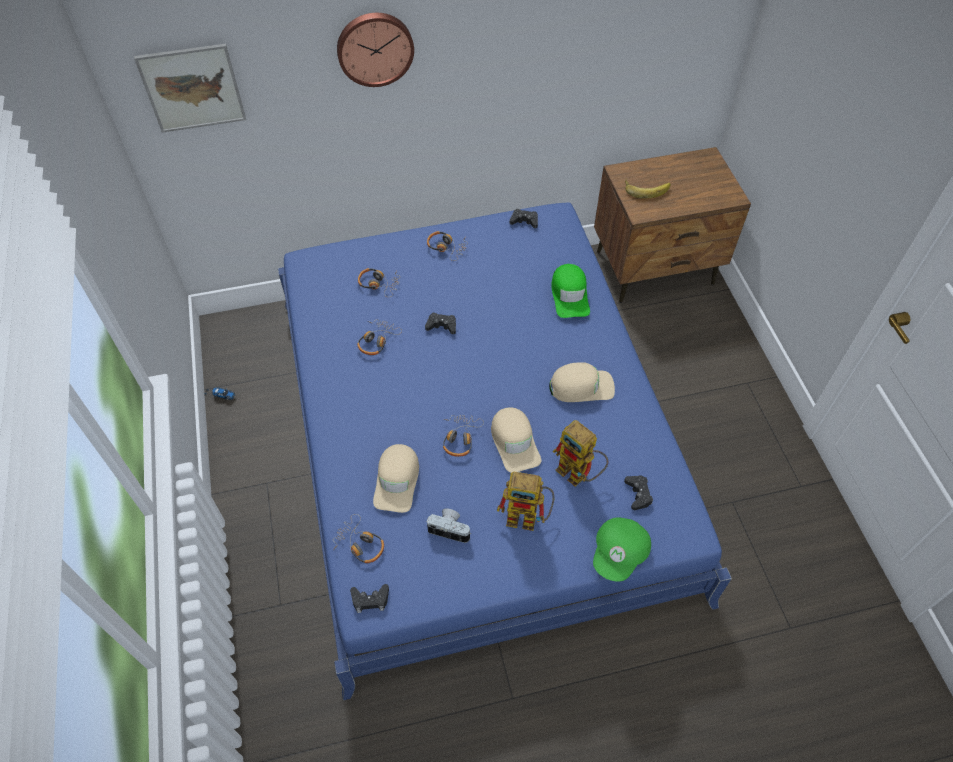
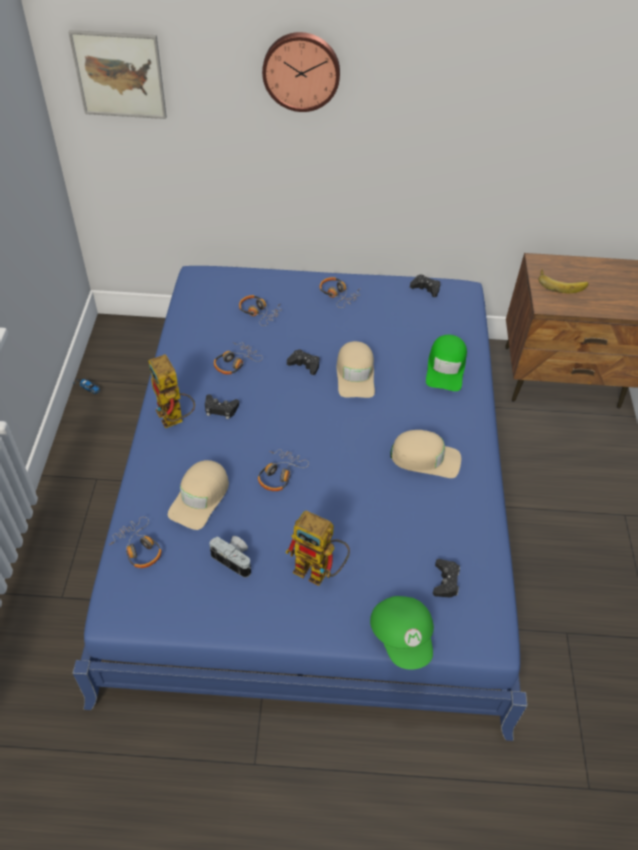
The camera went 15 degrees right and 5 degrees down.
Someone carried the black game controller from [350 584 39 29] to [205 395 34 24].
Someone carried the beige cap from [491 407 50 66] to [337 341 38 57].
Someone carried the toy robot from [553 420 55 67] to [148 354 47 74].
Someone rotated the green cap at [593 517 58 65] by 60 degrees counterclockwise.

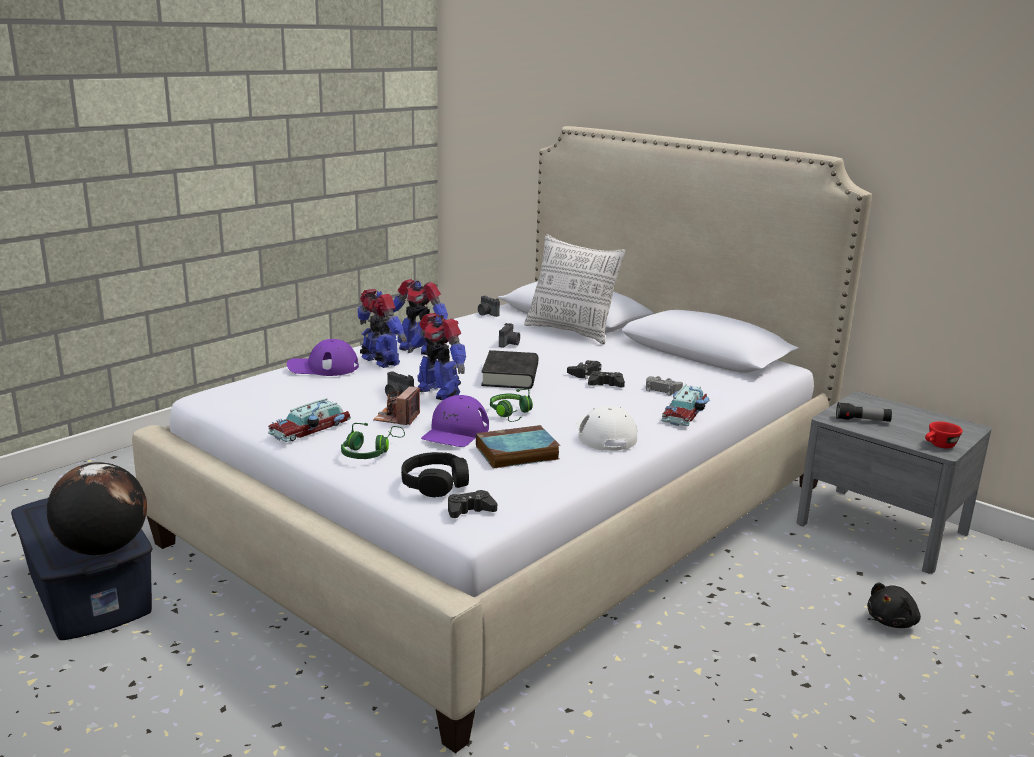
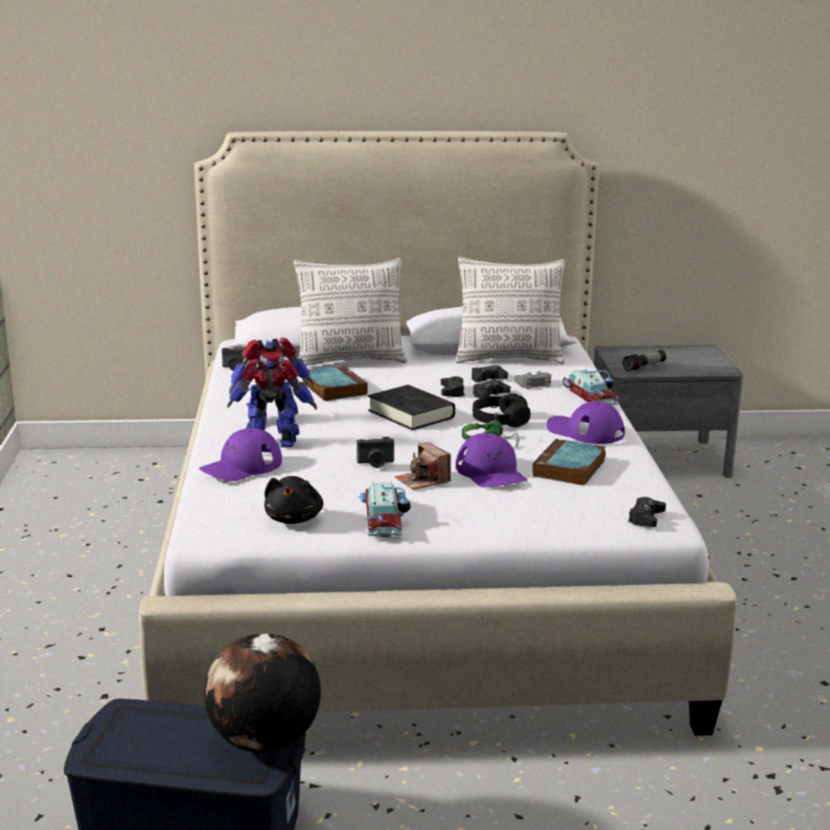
The camera went 45 degrees left and 0 degrees up.
Someone took away the green headphones at [341 423 64 36].
Someone carried the black headphones from [401 452 68 45] to [473 393 58 35].
Someone took away the toy robot at [408 313 58 87].
Someone swapped the photo camera at [499 323 21 25] for the book at [302 365 66 36].
Someone repainted the white cap at [576 406 61 45], which became the purple cap at [546 401 79 43].
Someone carried the black plush toy from [867 583 54 45] to [264 476 59 48].
Someone took away the red cup at [925 421 38 28].
Someone put down the pillow at [455 256 110 108].
Someone put down the black game controller at [472 365 36 17].

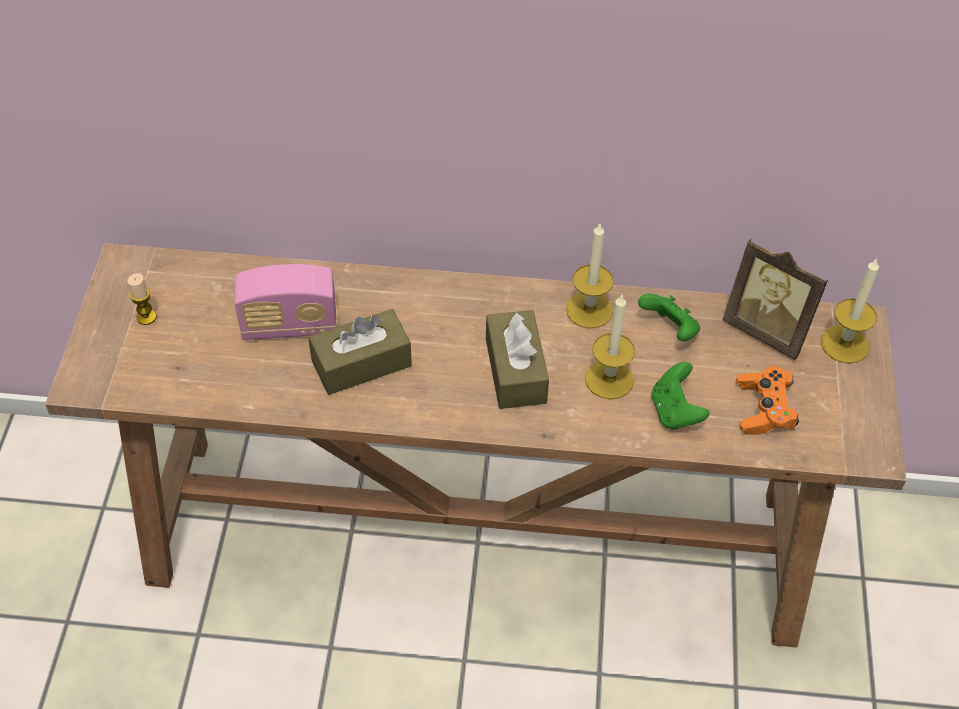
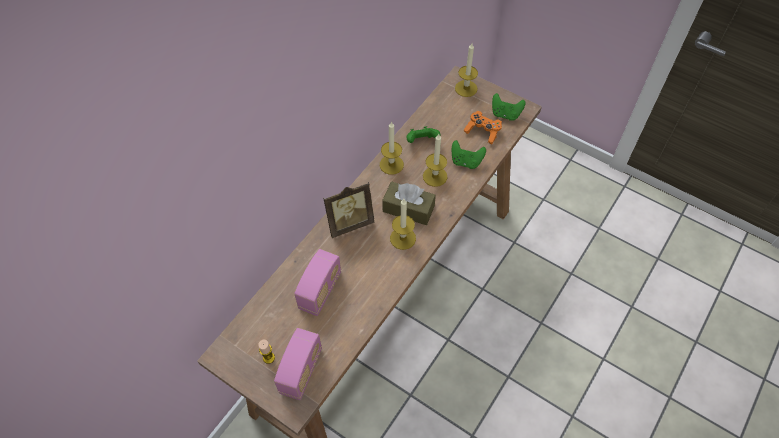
The camera went 60 degrees left and 5 degrees up.
Someone took away the brown tissue box at [308 309 104 86].
Someone carried the picture frame from [723 239 105 121] to [323 182 51 56].
Someone put down the radio at [274 328 48 72].
Someone put down the candle at [390 199 26 51].
Someone put down the green game controller at [492 93 34 28].

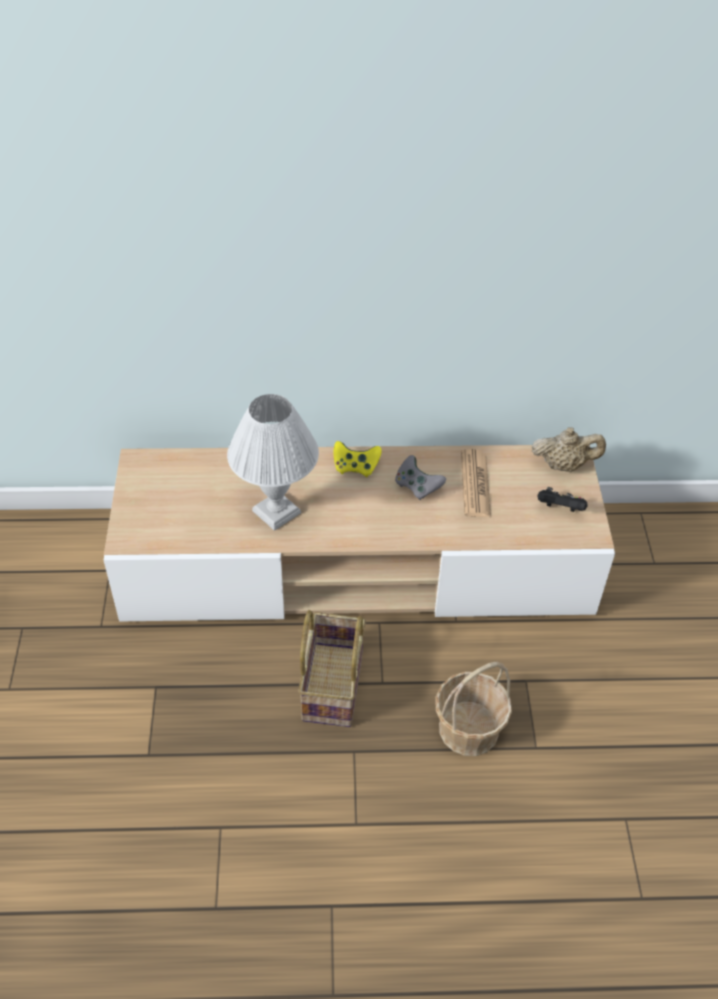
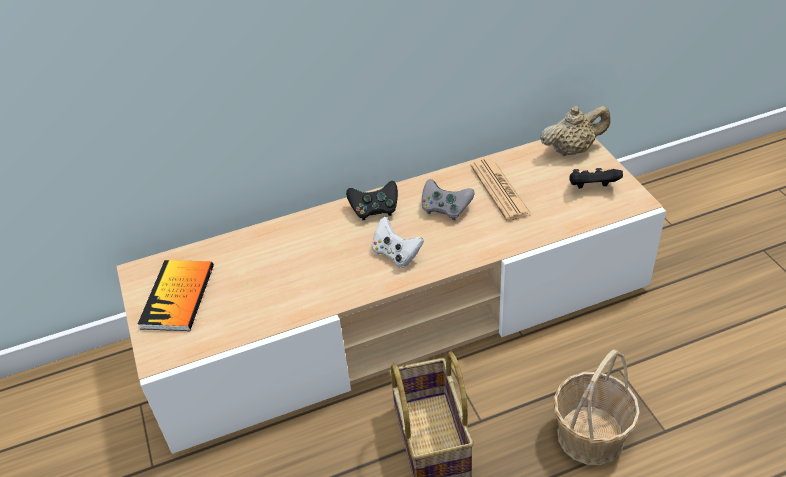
The camera went 15 degrees left and 5 degrees down.
Someone took away the white table lamp at [227 394 92 137].
Someone repainted the yellow game controller at [334 441 48 36], which became the black game controller at [346 181 52 39].
Someone put down the book at [138 260 76 71].
Someone put down the white game controller at [372 217 52 51].

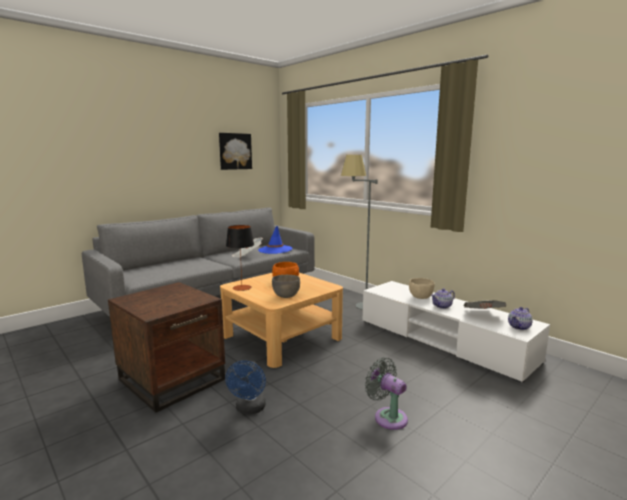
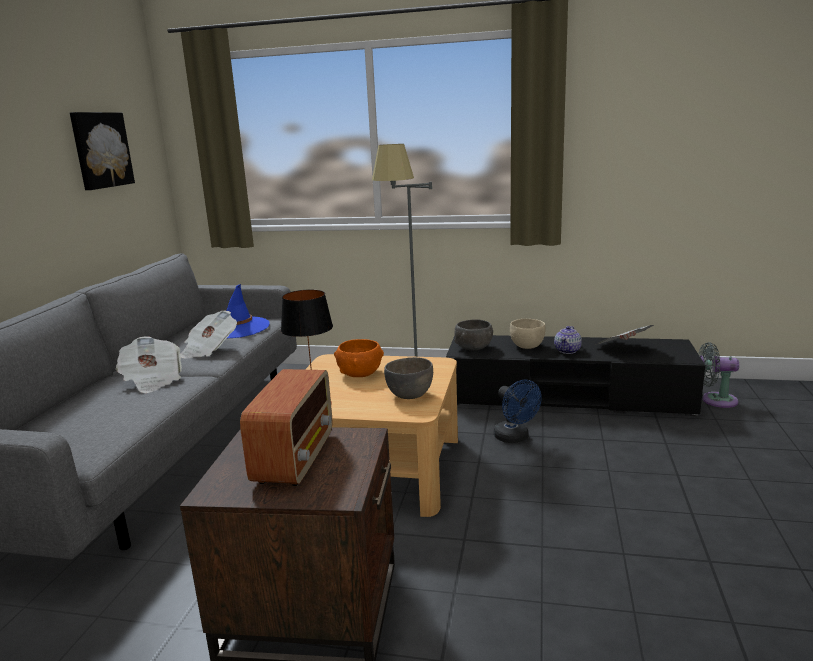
The camera went 35 degrees left and 5 degrees up.
Someone carried the blue fan from [225 360 41 54] to [494 380 48 63].
Someone repainted the white tv stand at [363 281 187 102], which became the black tv stand at [446 335 259 81].
Someone carried the grey fan from [365 357 43 73] to [699 342 40 66].
Someone took away the teapot at [508 307 25 23].
Someone put down the newspaper at [116 336 66 57].
Someone put down the radio at [240 369 92 117].
Someone put down the grey bowl at [454 319 39 31].

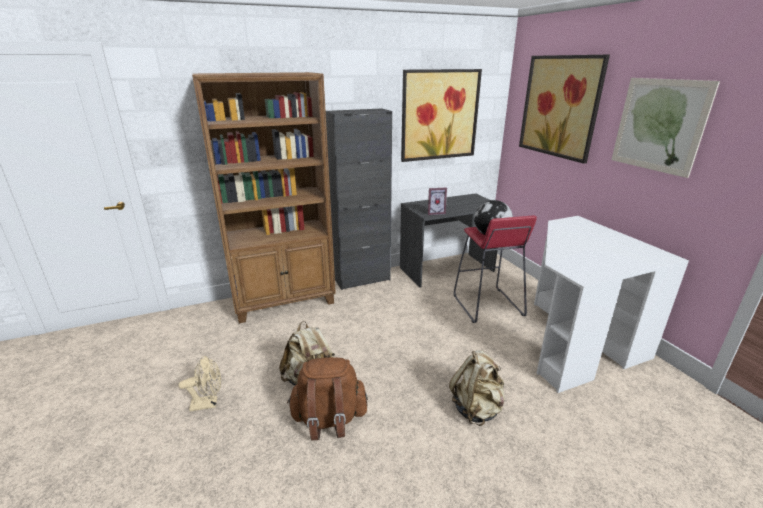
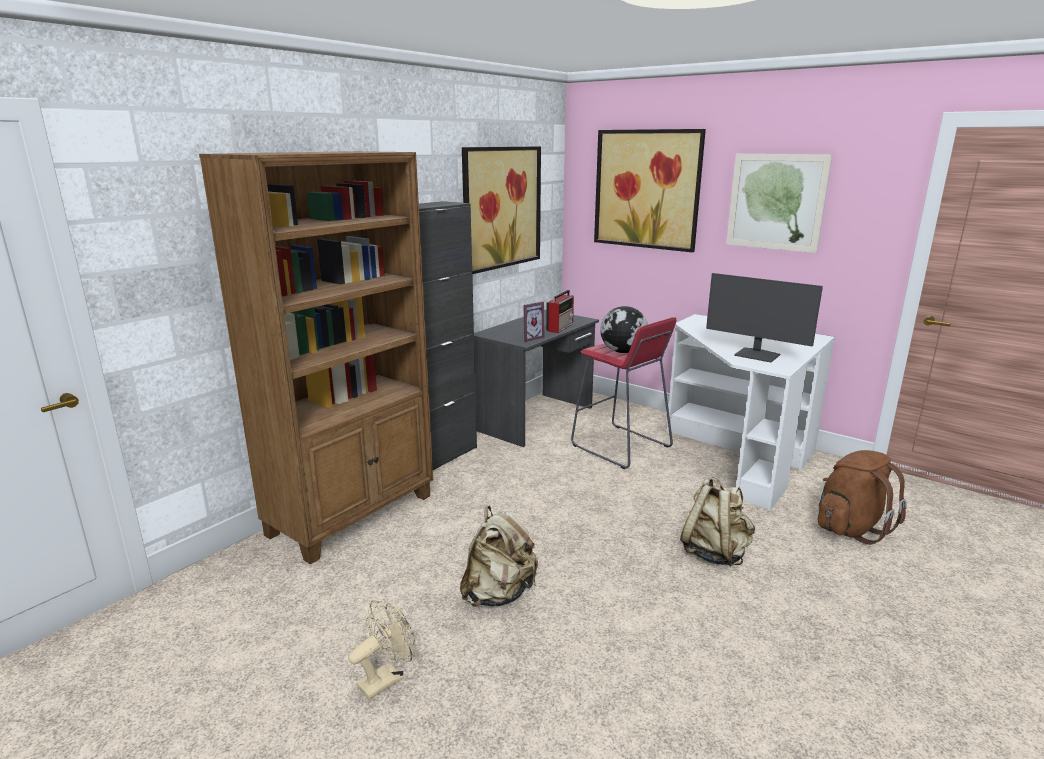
The camera went 30 degrees left and 5 degrees down.
Someone carried the brown backpack from [287 357 81 84] to [818 450 89 95].
Someone put down the radio at [546 290 28 43].
Someone put down the monitor at [706 273 117 89].

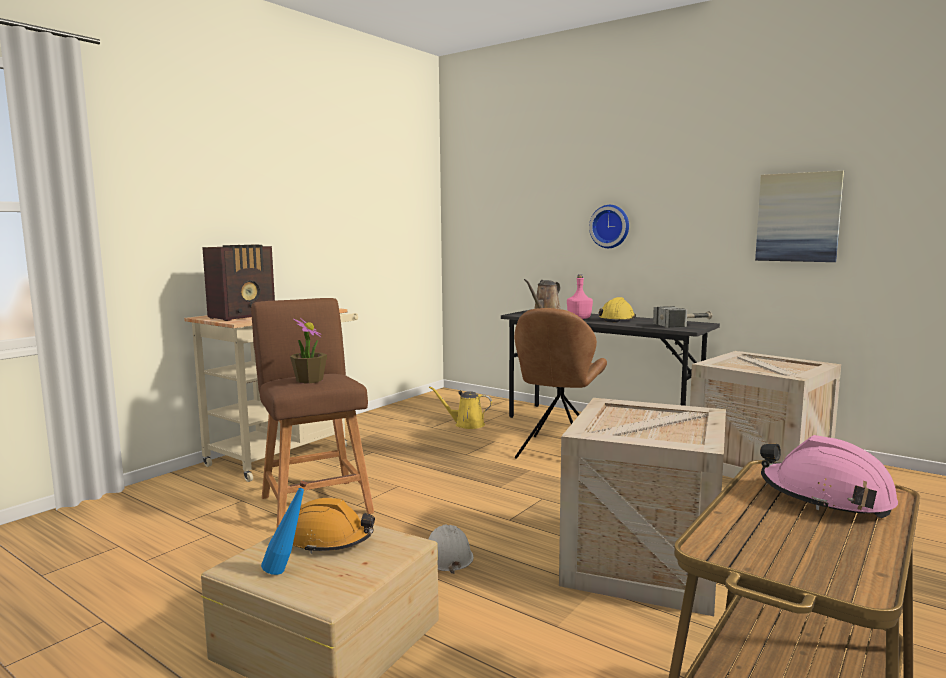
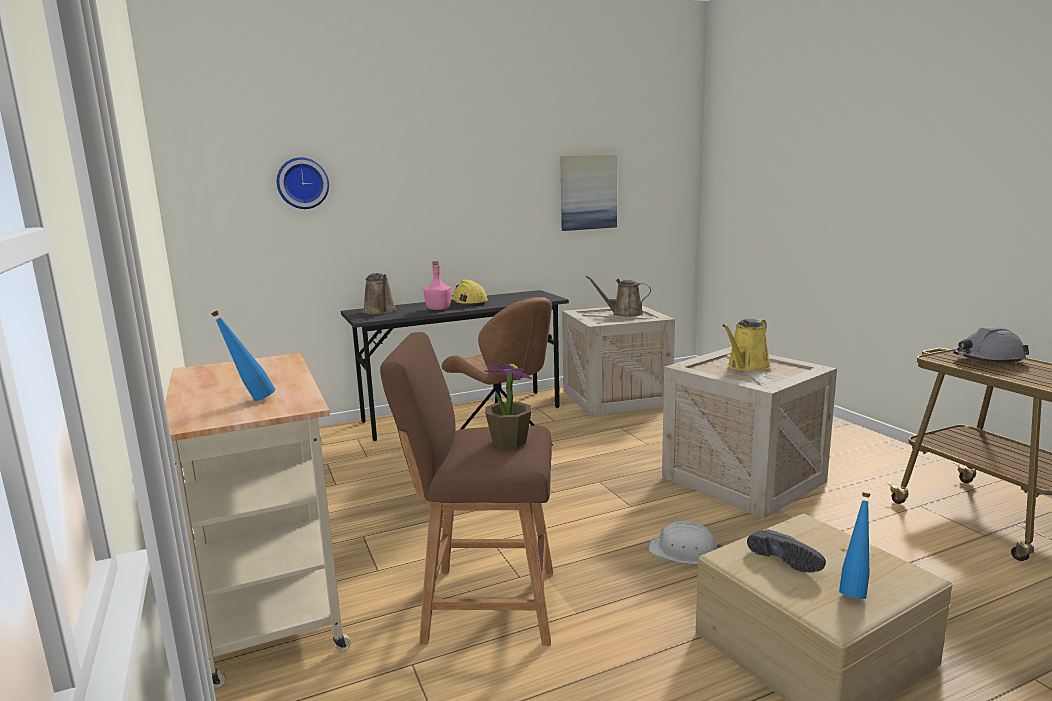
The camera went 60 degrees left and 5 degrees up.
Someone swapped the radio at [202 245 73 76] for the blue bottle at [211 310 65 91].
Someone swapped the orange hard hat at [293 498 82 56] for the black shoe at [747 529 79 44].
Someone carried the yellow watering can from [429 386 63 43] to [722 319 49 52].
Someone carried the wall clock from [589 205 40 43] to [277 157 52 52].
Someone took away the hammer at [653 306 60 22].
Someone repainted the pink hard hat at [760 435 138 83], which became the grey hard hat at [953 326 76 38].
Someone put down the brown watering can at [585 276 66 41].

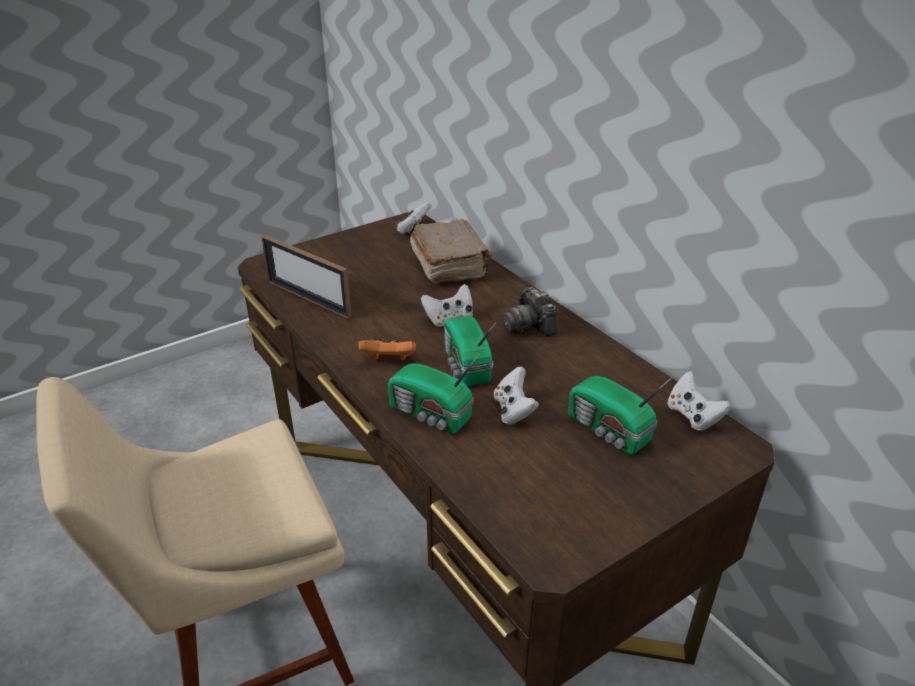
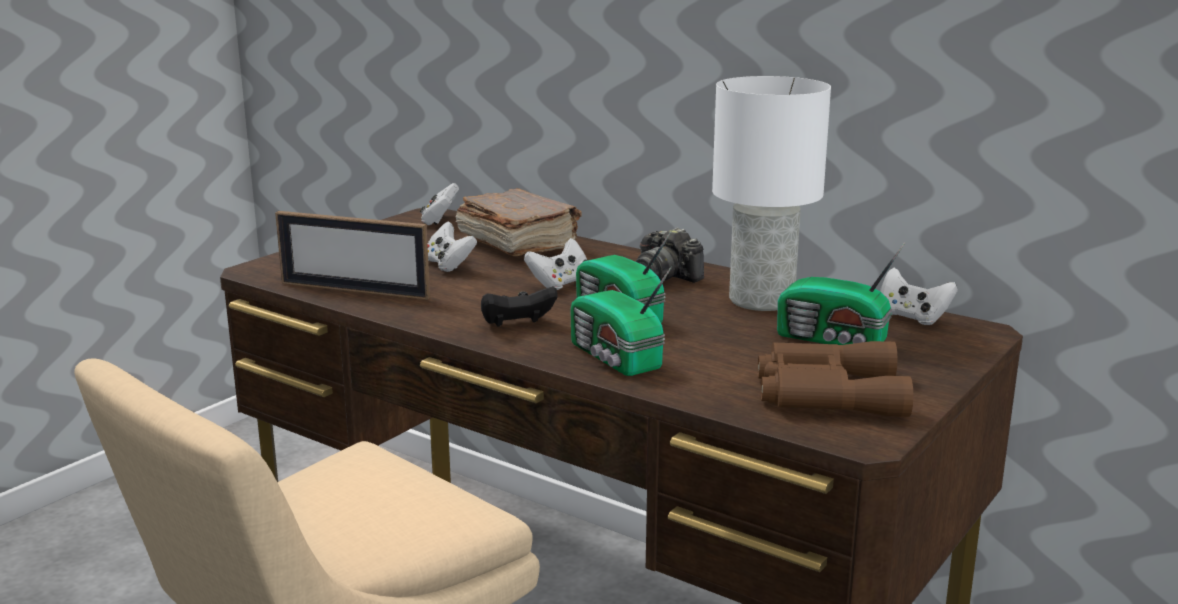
The camera went 20 degrees left and 15 degrees down.
Someone repainted the orange game controller at [358 338 58 22], which became the black game controller at [481 286 77 41].
Someone rotated the radio at [388 354 92 79] by 45 degrees clockwise.
Someone carried the white game controller from [494 366 45 59] to [428 222 49 50].
Someone put down the white table lamp at [712 76 119 235].
Someone put down the brown binoculars at [758 341 155 76].

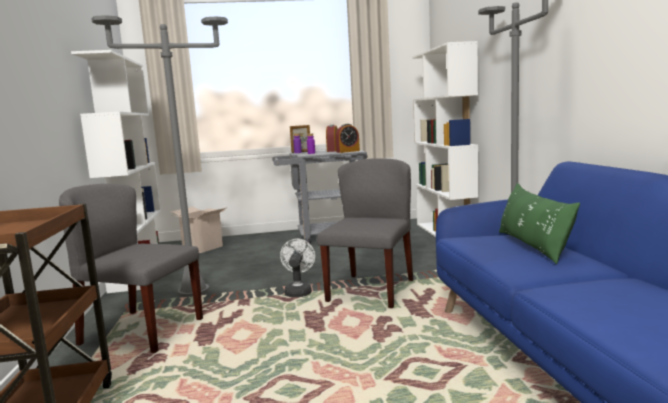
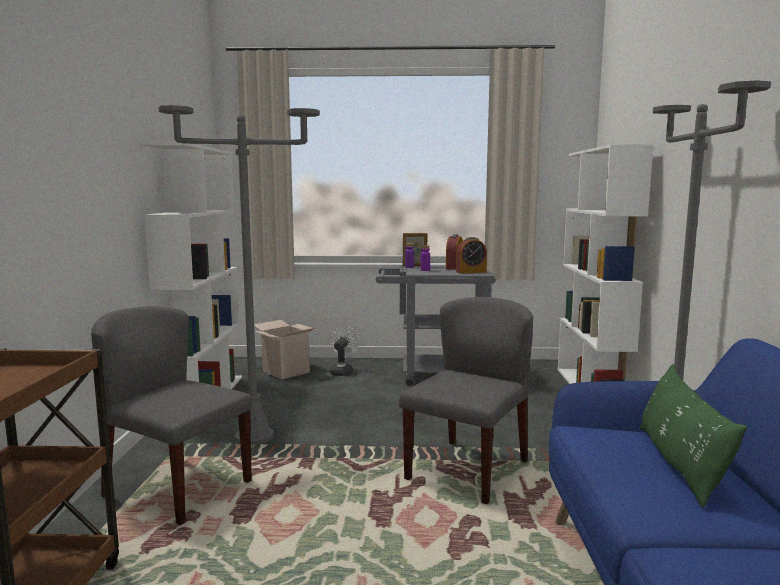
The camera went 10 degrees right and 0 degrees up.
Someone carried the white fan from [280 239 35 58] to [330 326 30 50].

